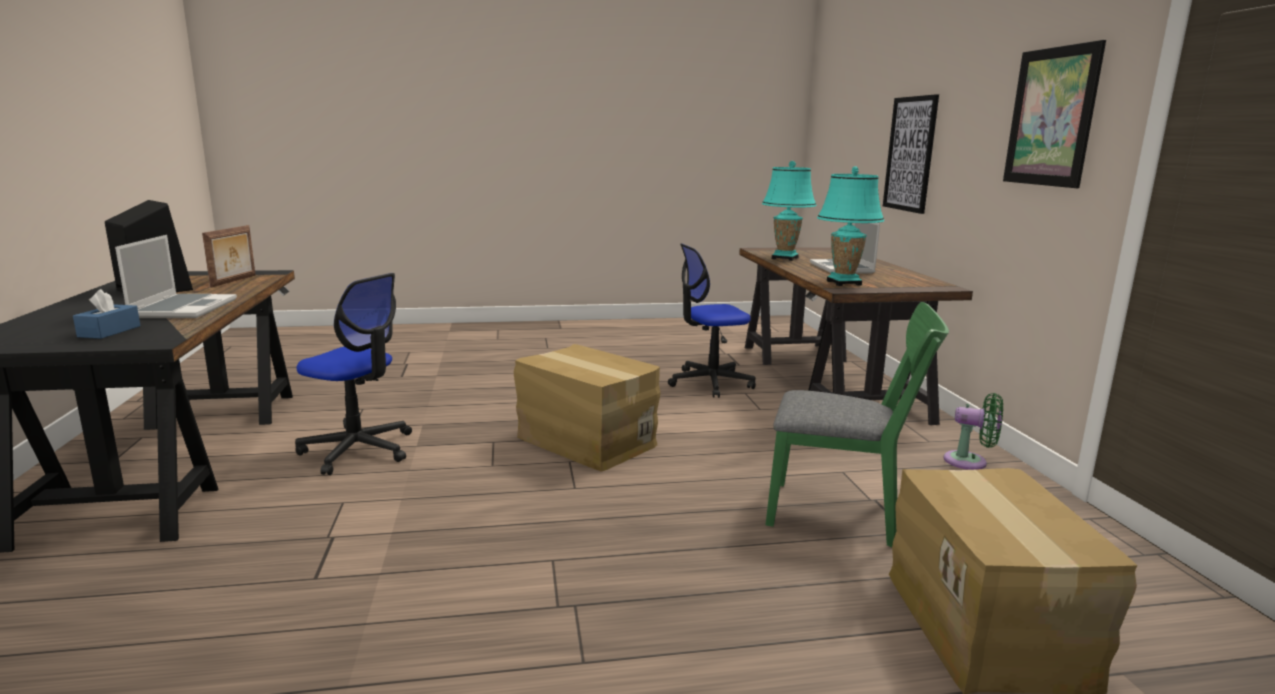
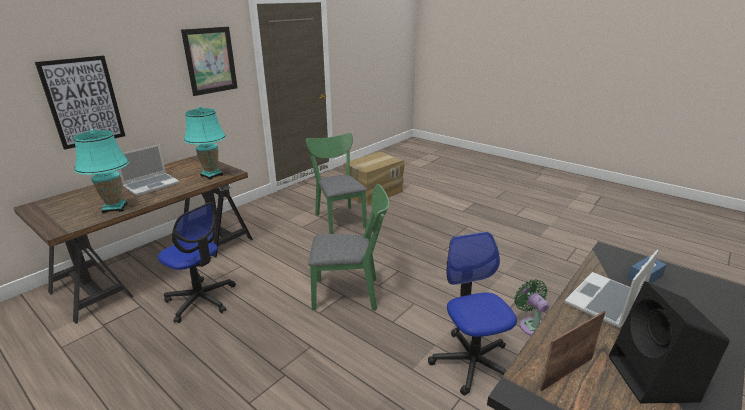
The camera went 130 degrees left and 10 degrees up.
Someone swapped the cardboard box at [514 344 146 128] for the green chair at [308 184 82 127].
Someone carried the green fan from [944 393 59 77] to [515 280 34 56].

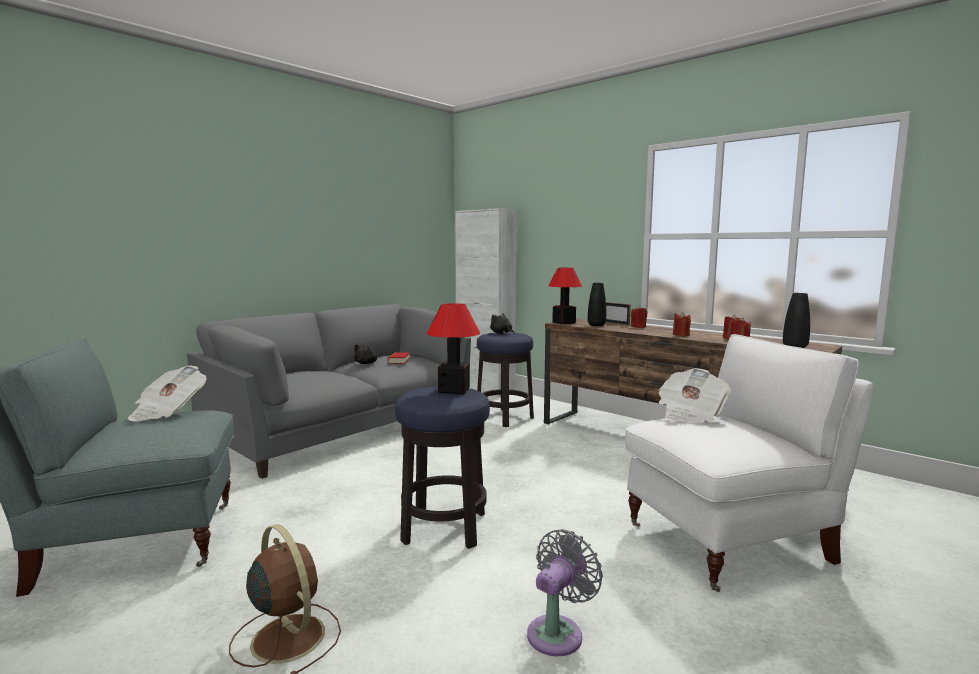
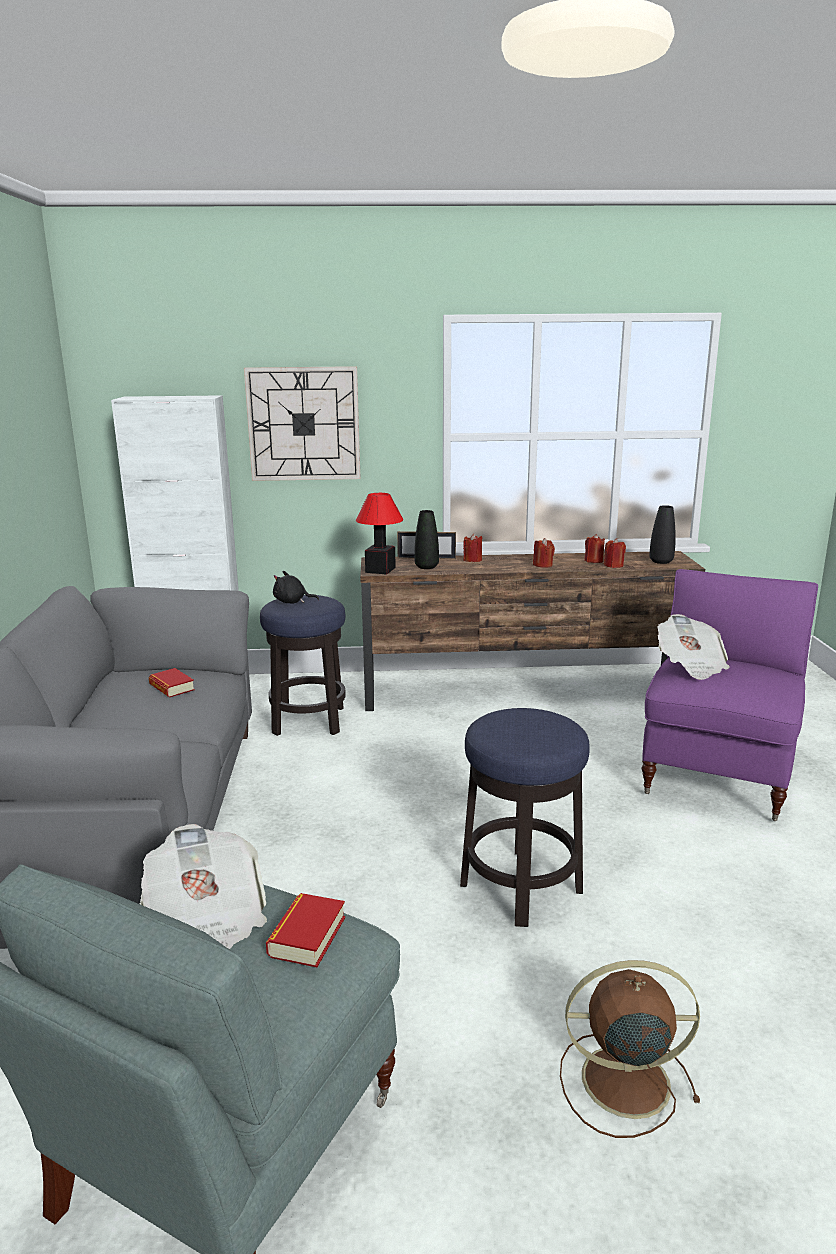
The camera went 45 degrees left and 10 degrees up.
Someone took away the black plush toy at [354 344 23 20].
Someone took away the table lamp at [427 303 53 91].
Someone took away the grey fan at [527 529 76 127].
Someone repainted the white armchair at [625 334 249 258], which became the purple armchair at [642 569 176 252].
Someone put up the wall clock at [244 366 116 115].
Someone put down the book at [266 893 79 74].

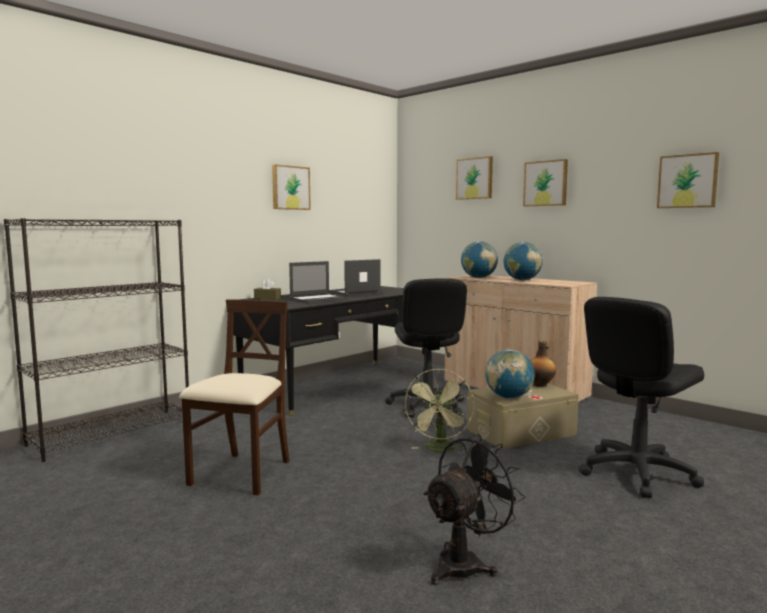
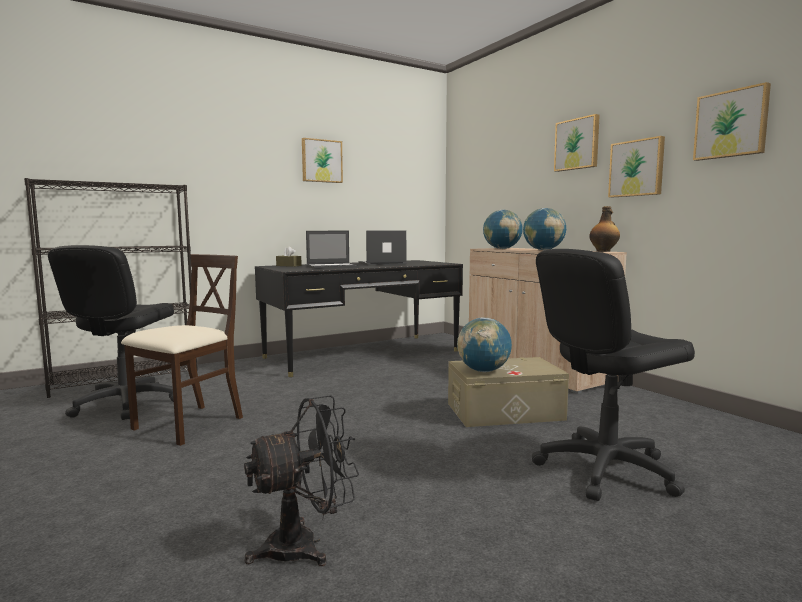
The camera went 15 degrees right and 0 degrees up.
Someone carried the black office chair from [385 279 82 139] to [48 245 126 175].
Someone took away the green fan at [404 369 70 83].
Someone carried the picture from [456 156 37 44] to [608 136 57 62].
Someone carried the bottle from [531 341 25 46] to [589 206 31 46].

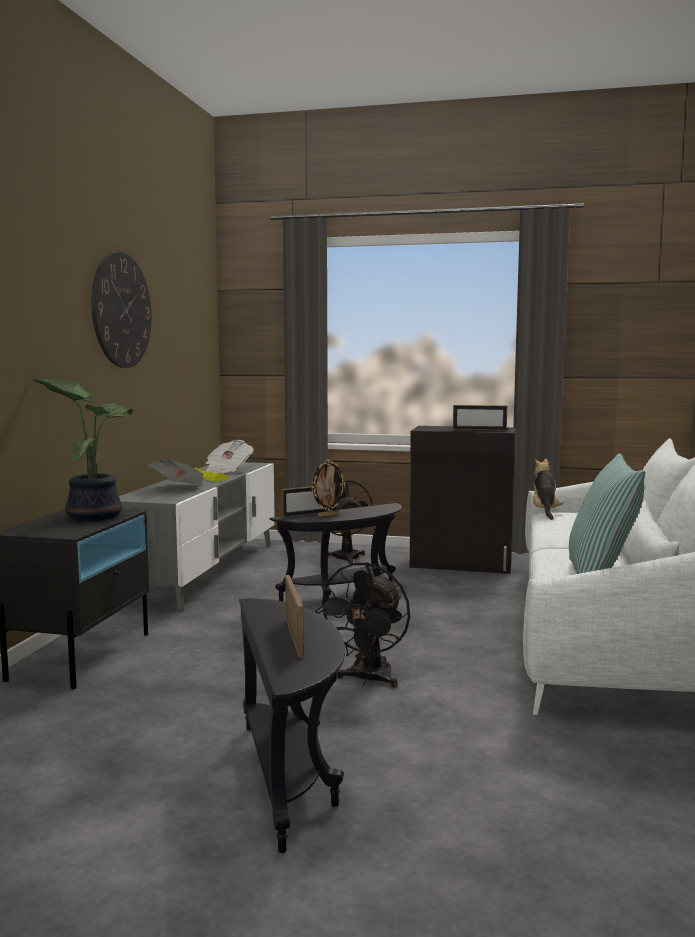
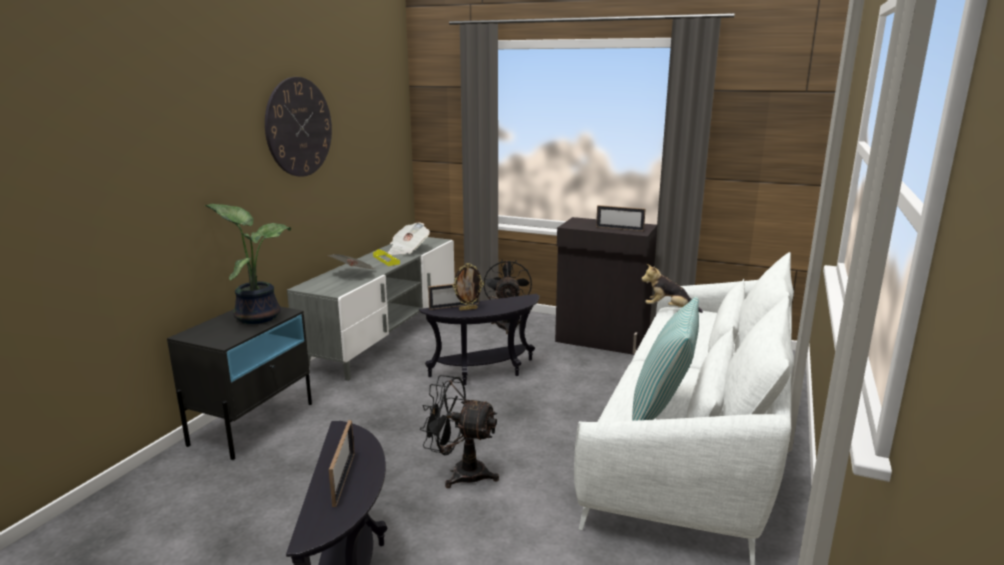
The camera went 10 degrees right and 10 degrees up.
Someone rotated the black fan at [315 562 95 126] by 75 degrees clockwise.
Someone rotated the plush toy at [533 459 31 61] by 90 degrees counterclockwise.

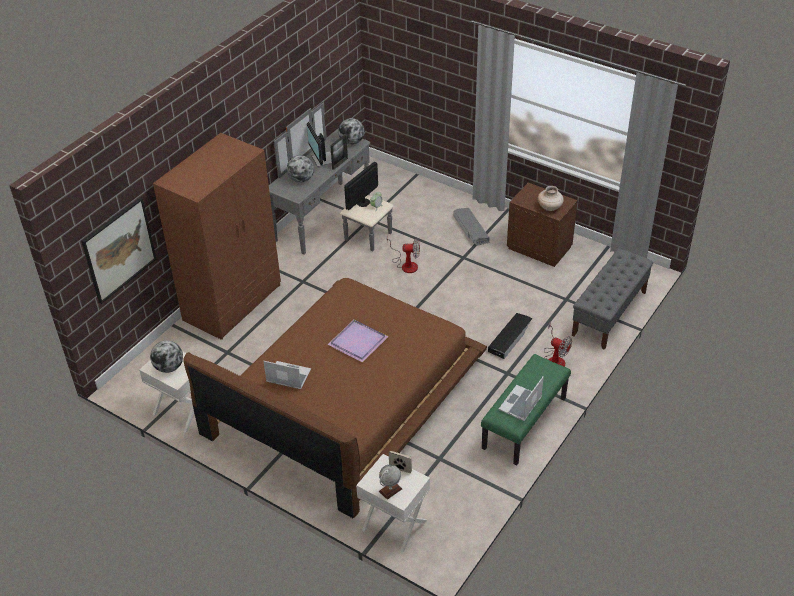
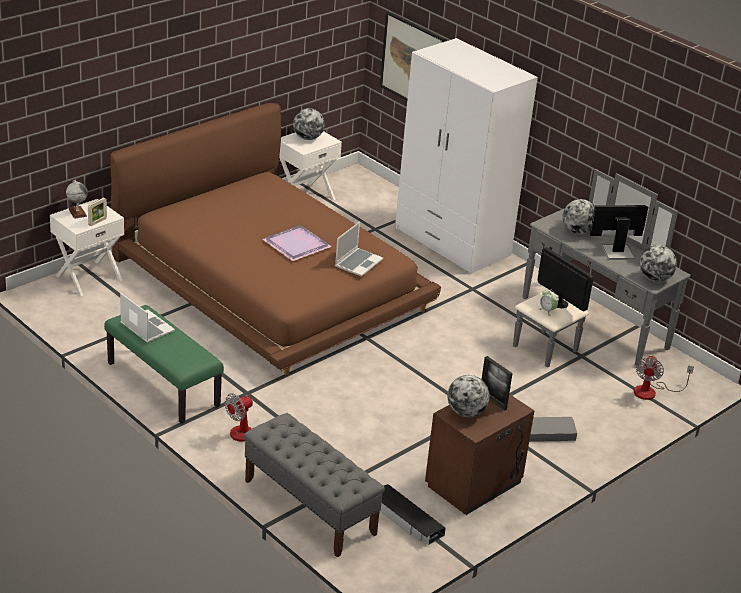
The camera went 100 degrees right and 10 degrees down.
Someone repainted the brown wardrobe at [153 133 128 207], which became the white wardrobe at [395 38 143 236].
Someone carried the laptop from [263 361 48 28] to [335 222 48 55].
Someone carried the picture frame from [330 134 18 36] to [482 356 31 55].
Someone carried the fan from [387 238 33 35] to [634 355 60 45].
Someone carried the black storage box from [488 313 44 46] to [380 484 66 61].
Someone swapped the beige vase at [538 186 26 25] for the globe at [447 375 43 42].

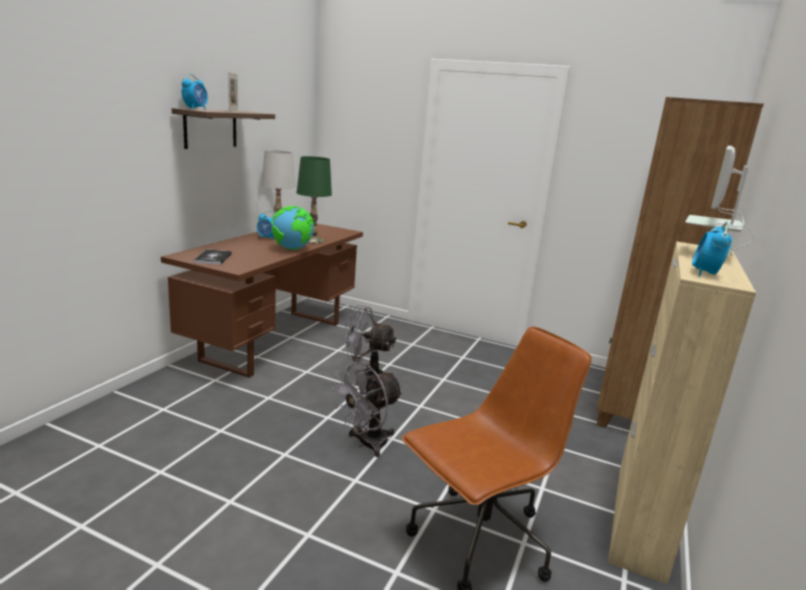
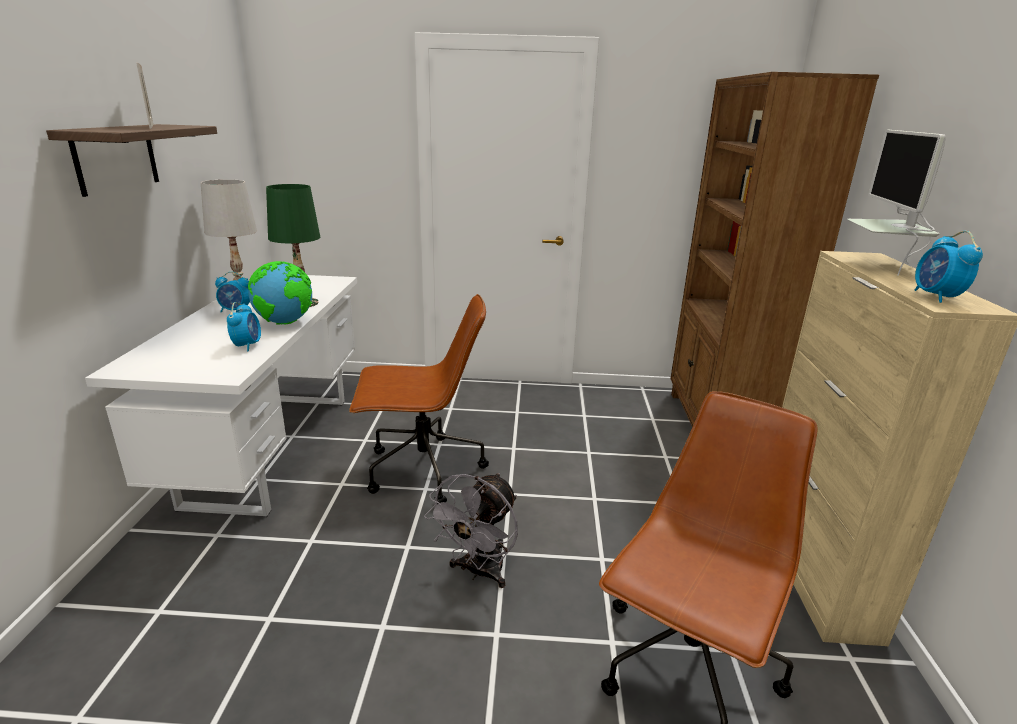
The camera went 20 degrees left and 5 degrees up.
Someone repainted the brown desk at [161 224 202 154], which became the white desk at [85 275 272 242].
Someone carried the alarm clock from [182 74 26 36] to [227 302 34 50].
Someone took away the book at [194 249 38 16].
Someone swapped the grey fan at [342 305 54 79] for the brown office chair at [349 294 140 210].

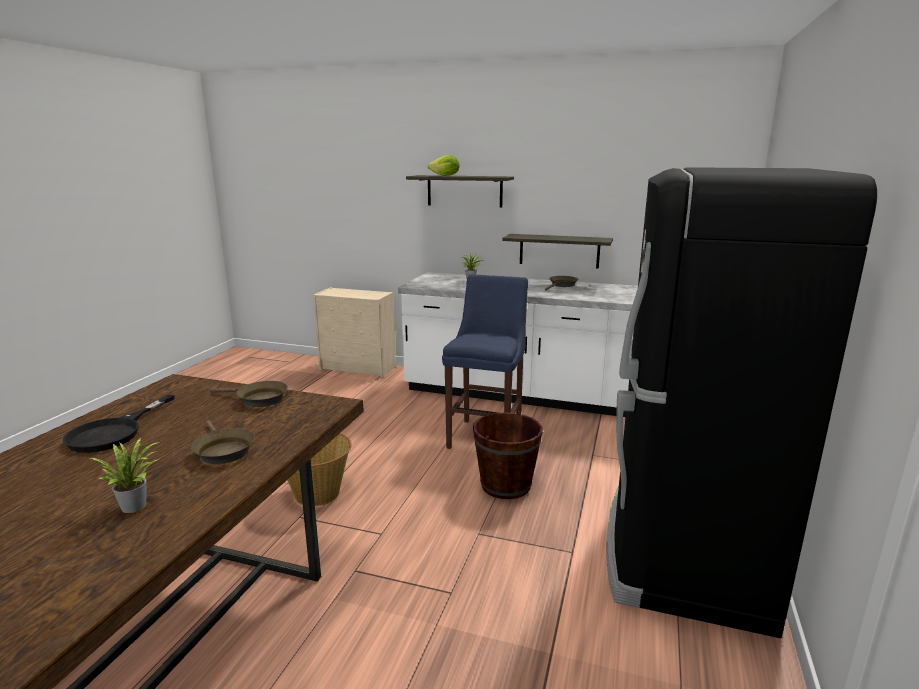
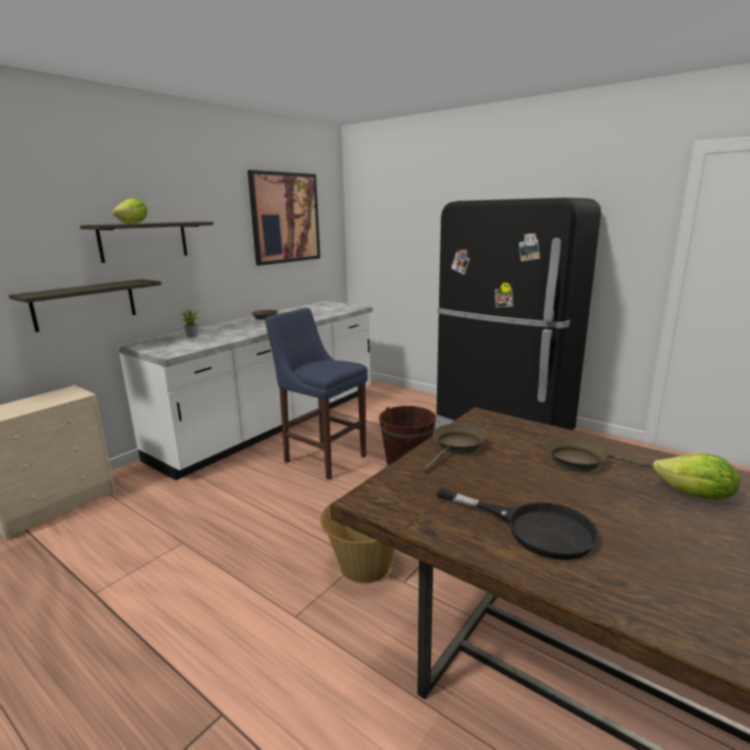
The camera went 70 degrees left and 0 degrees up.
Someone swapped the potted plant at [90 438 69 75] for the lettuce at [652 453 88 47].
Someone rotated the brown frying pan at [191 420 64 44] by 150 degrees counterclockwise.
Someone carried the shelf from [502 234 111 34] to [9 279 153 53].
Someone put up the picture at [248 170 72 96].

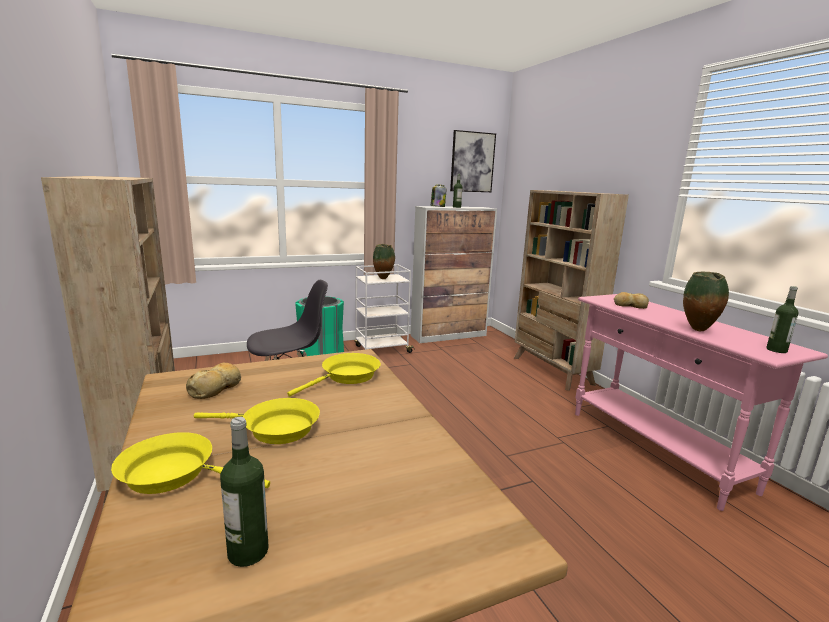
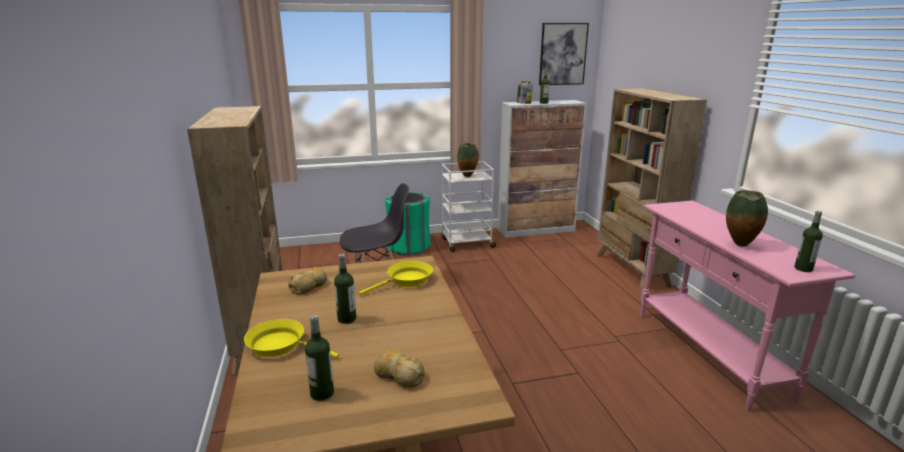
The camera went 10 degrees right and 5 degrees up.
Someone swapped the yellow frying pan at [194 398 126 46] for the bottle at [334 254 22 70].
Someone carried the bread from [614 292 35 17] to [374 350 52 38].

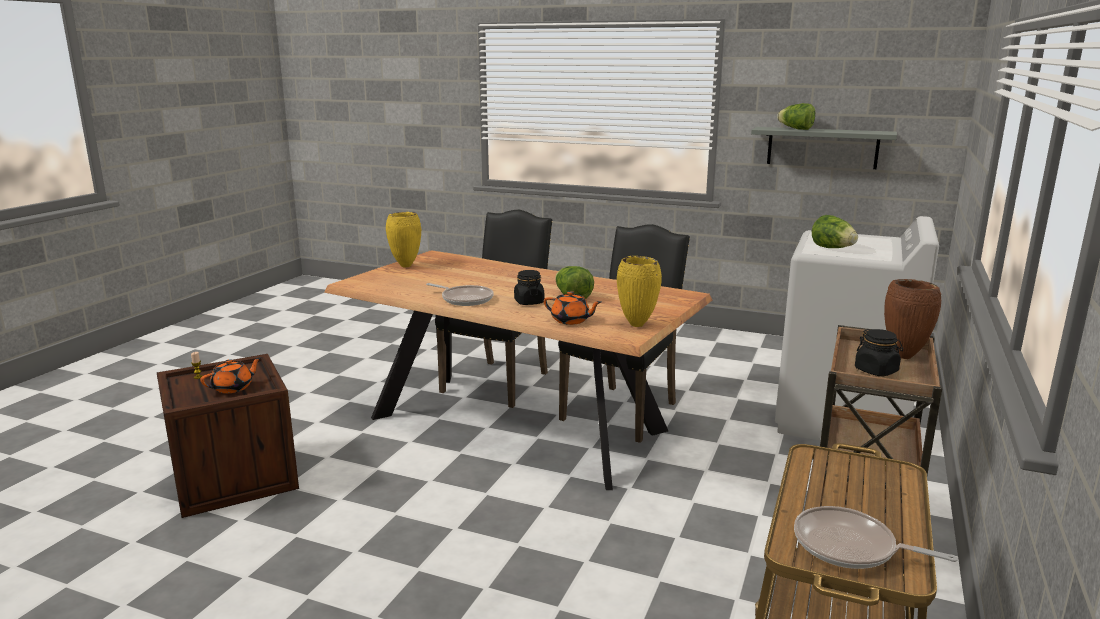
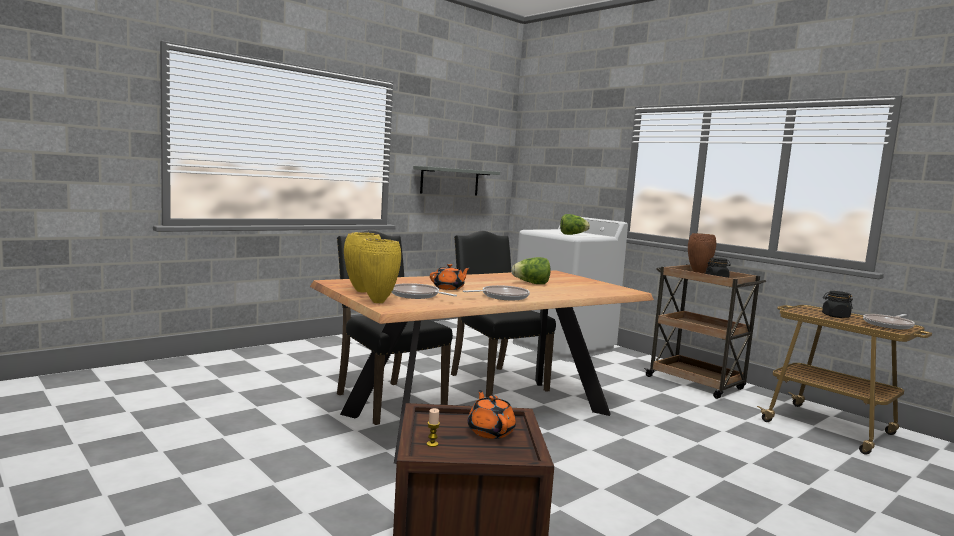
The camera went 65 degrees left and 10 degrees down.
Someone carried the black jar from [514 270 31 35] to [822 291 31 27].
Someone carried the orange teapot from [544 291 57 34] to [430 264 40 26].
Someone carried the yellow vase from [617 256 45 71] to [359 238 42 65].
Someone took away the lettuce at [777 103 38 27].
Someone put down the frying pan at [392 283 65 16].

